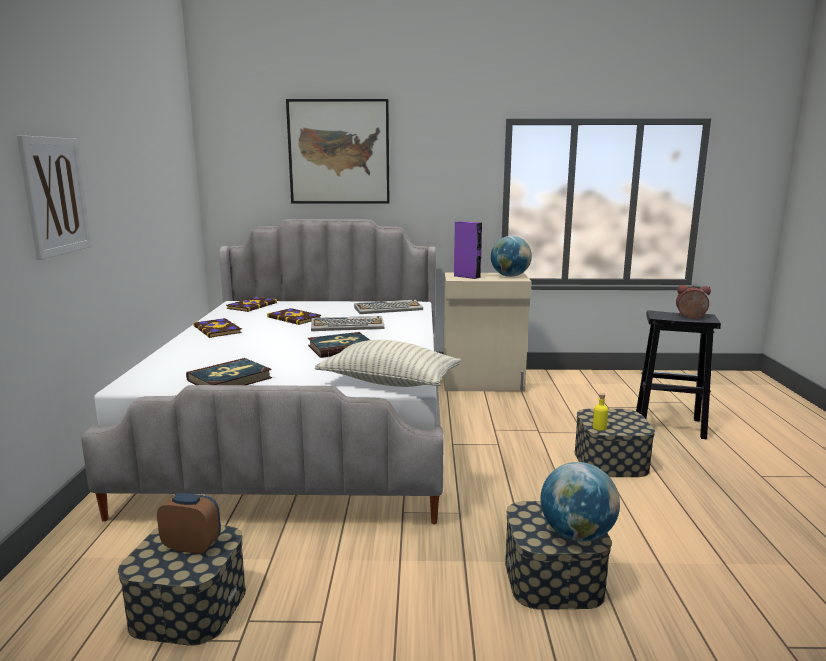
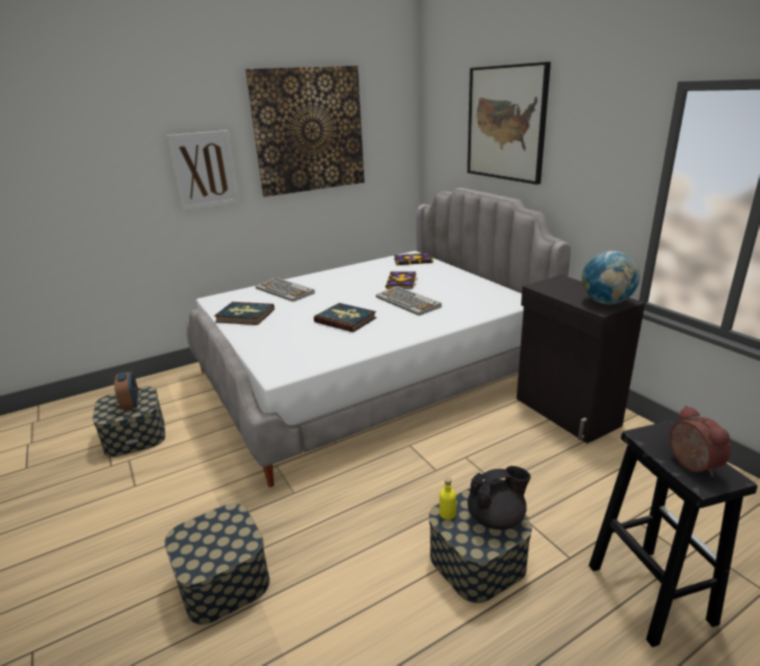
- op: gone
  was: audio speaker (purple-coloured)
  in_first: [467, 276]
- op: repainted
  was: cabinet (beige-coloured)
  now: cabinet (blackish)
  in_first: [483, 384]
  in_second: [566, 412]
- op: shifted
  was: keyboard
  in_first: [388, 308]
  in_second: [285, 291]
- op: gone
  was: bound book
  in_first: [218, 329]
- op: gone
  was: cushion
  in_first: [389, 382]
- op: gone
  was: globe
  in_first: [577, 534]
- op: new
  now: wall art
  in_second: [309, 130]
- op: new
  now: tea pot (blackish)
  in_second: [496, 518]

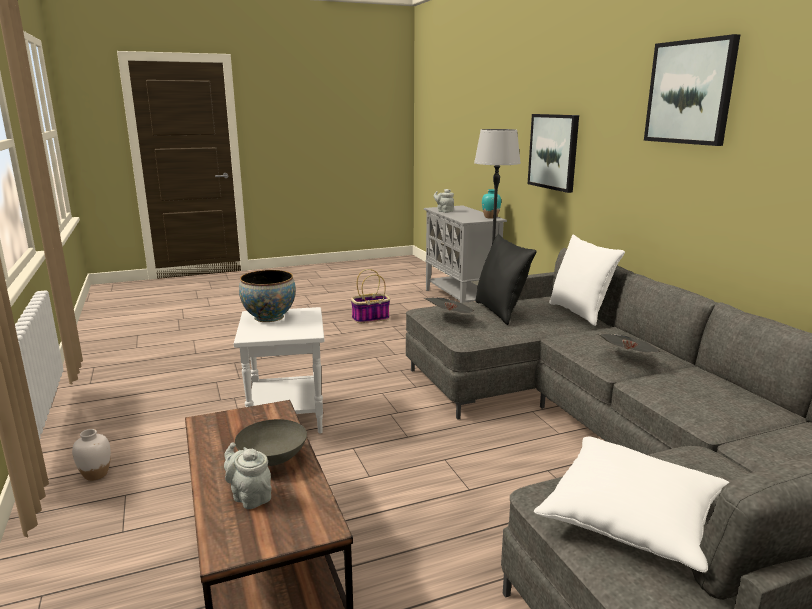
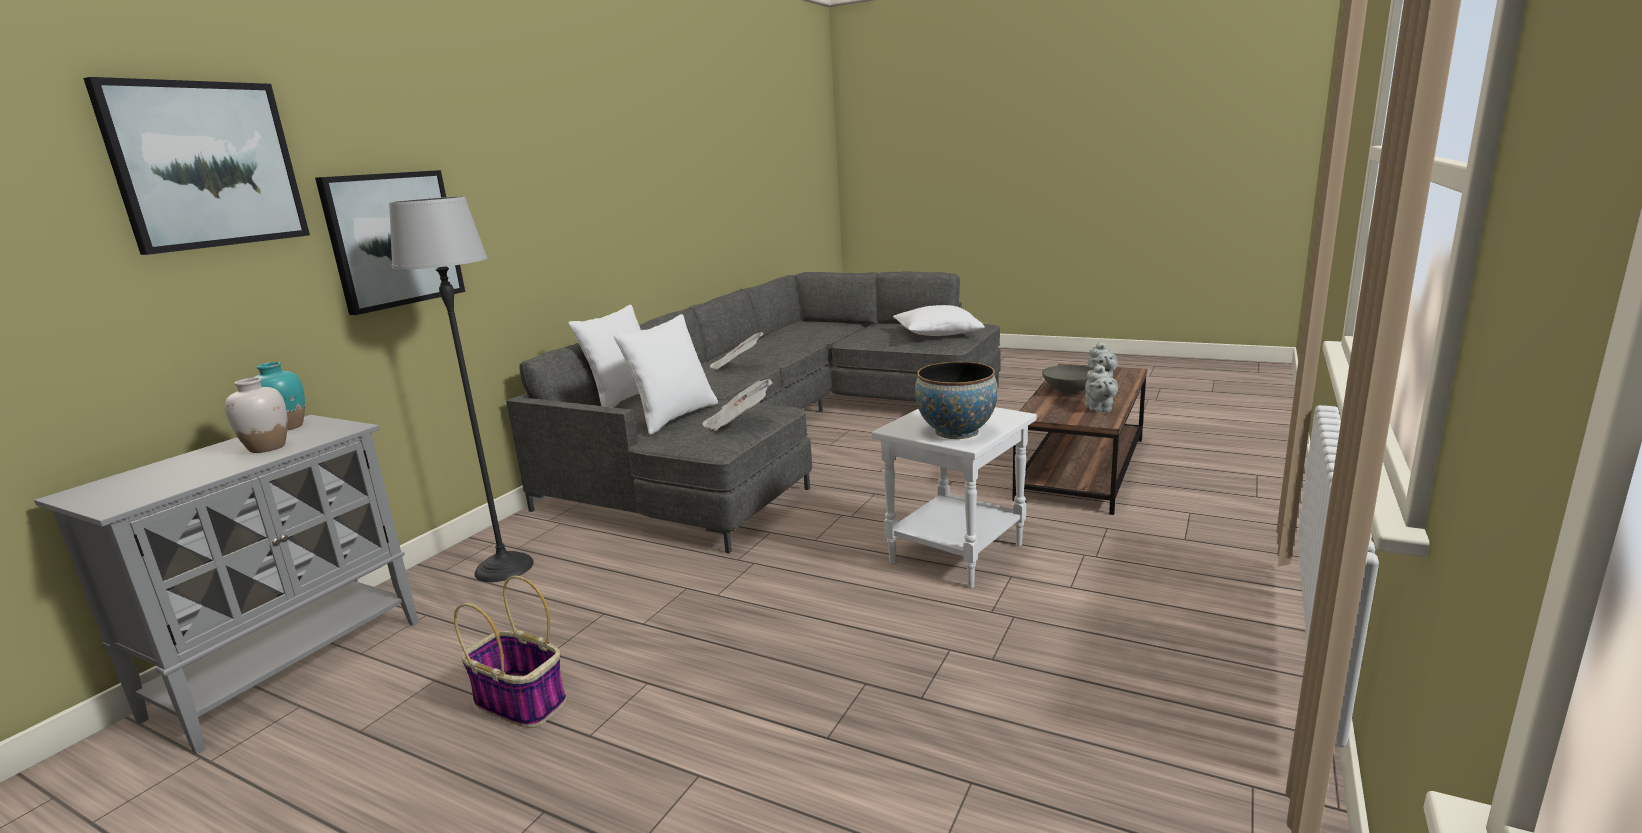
- op: shifted
  was: wall art
  in_first: [690, 92]
  in_second: [205, 165]
- op: shifted
  was: tea pot (gray)
  in_first: [444, 211]
  in_second: [1099, 409]
- op: repainted
  was: cushion (blackish)
  now: cushion (white)
  in_first: [500, 312]
  in_second: [674, 417]
- op: shifted
  was: decorative vase (white)
  in_first: [95, 474]
  in_second: [267, 447]

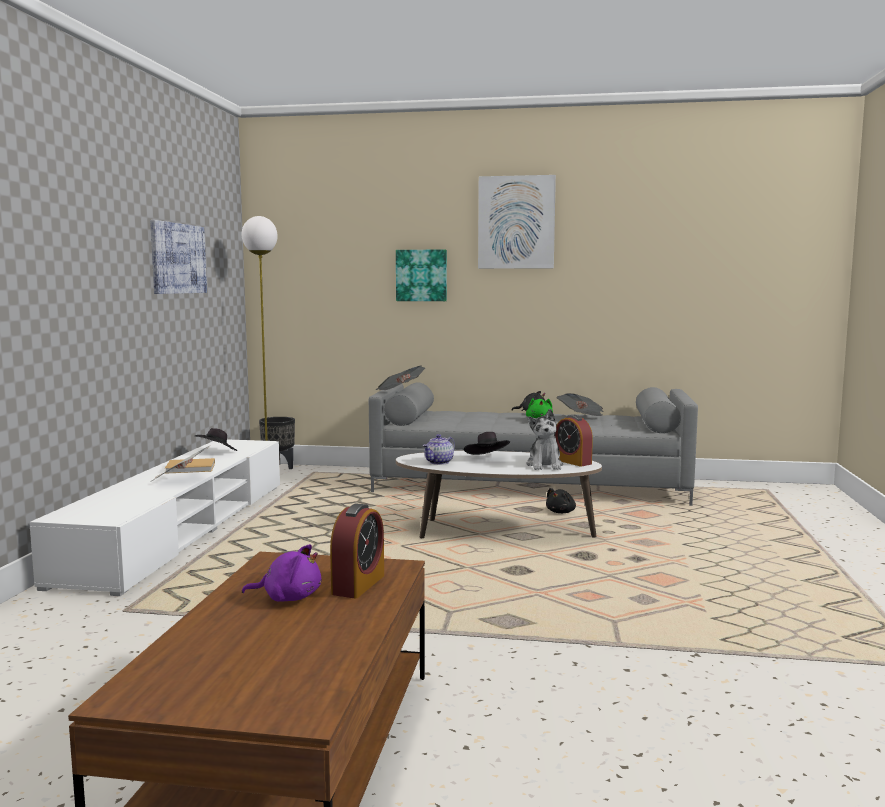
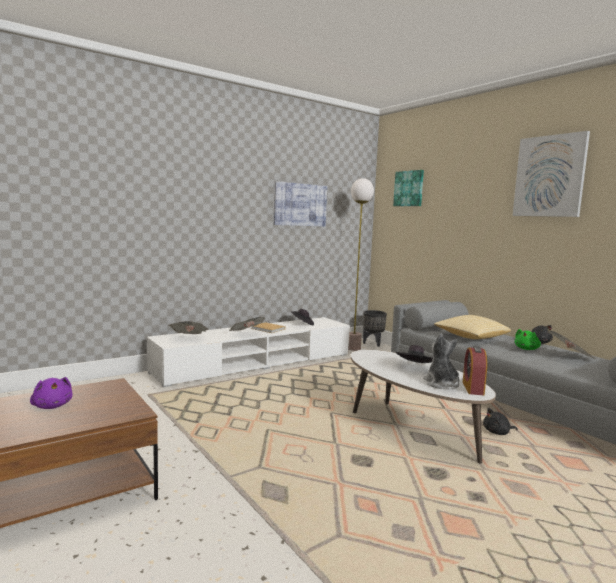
- op: shifted
  was: wall art
  in_first: [421, 275]
  in_second: [409, 188]
- op: shifted
  was: daily paper
  in_first: [400, 392]
  in_second: [189, 338]
- op: rotated
  was: cuddly toy
  in_first: [545, 465]
  in_second: [441, 384]
  clockwise: 120
- op: gone
  was: tea pot
  in_first: [439, 462]
- op: gone
  was: table clock
  in_first: [358, 584]
- op: new
  now: cushion
  in_second: [470, 337]

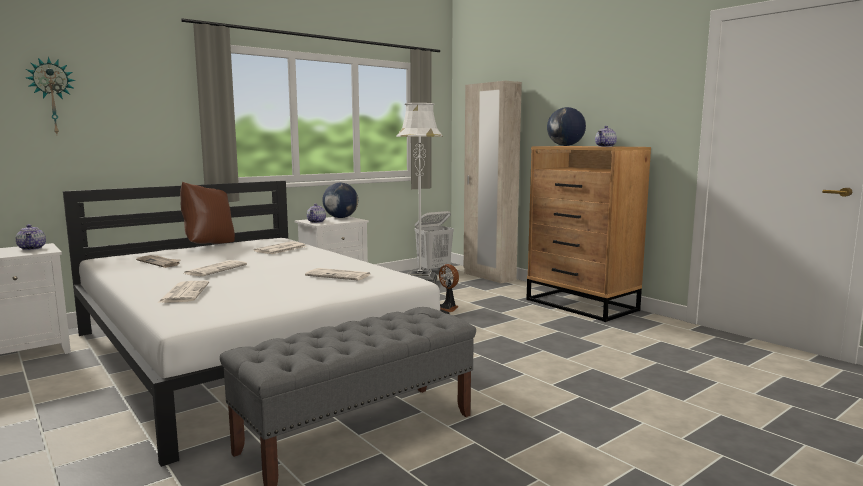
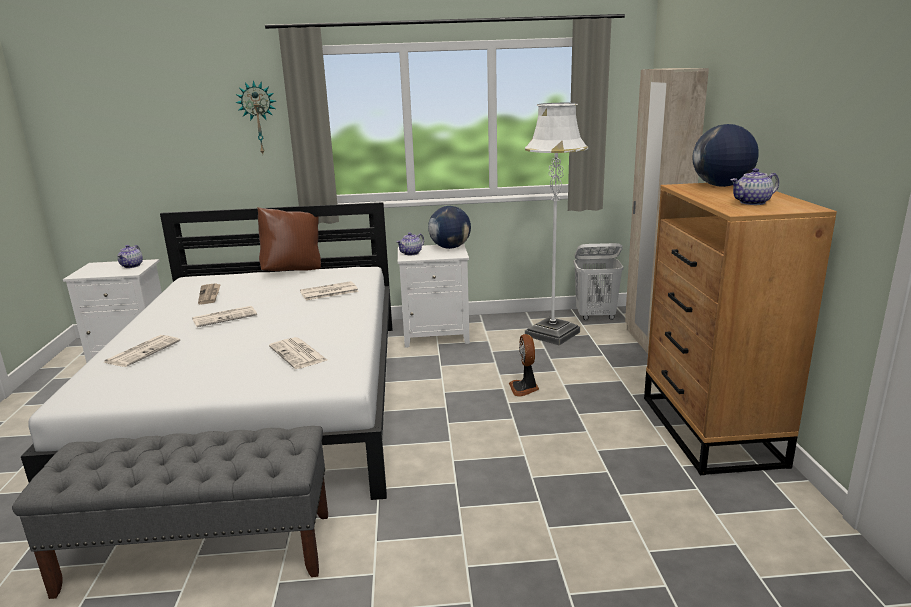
- op: shifted
  was: wall clock
  in_first: [52, 96]
  in_second: [258, 118]

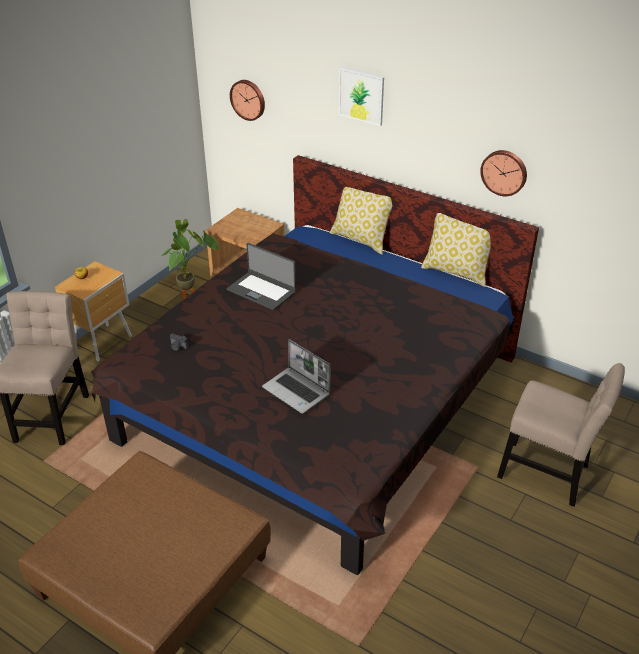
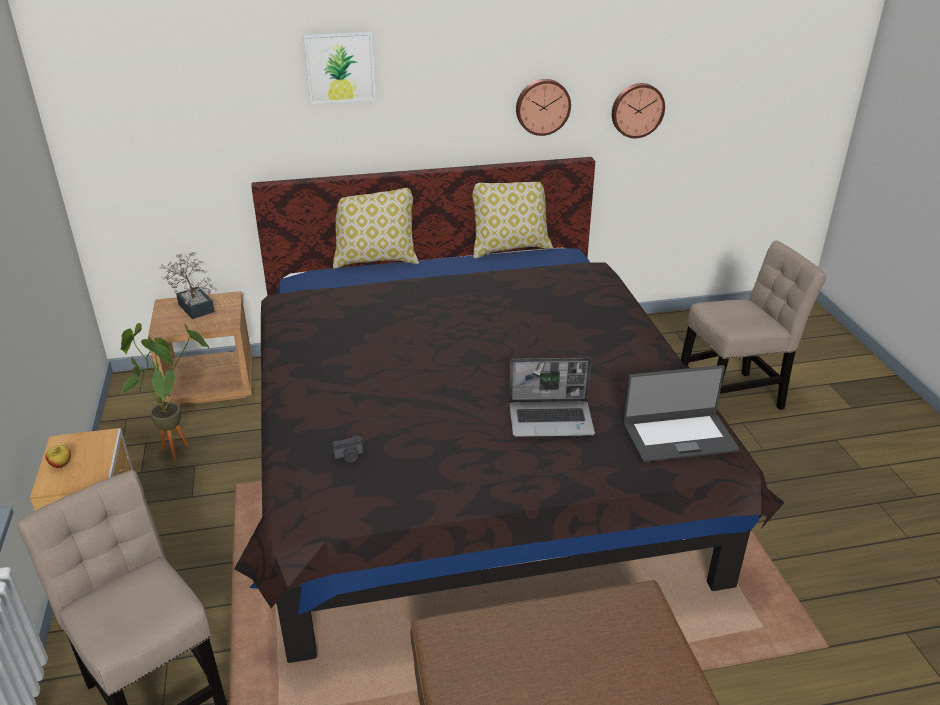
- op: shifted
  was: wall clock
  in_first: [248, 99]
  in_second: [637, 110]
- op: shifted
  was: portable computer
  in_first: [262, 291]
  in_second: [678, 436]
- op: new
  now: plant in a pot
  in_second: [195, 306]

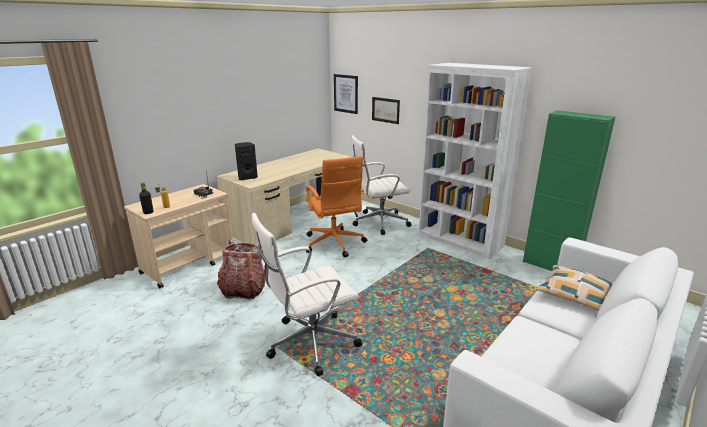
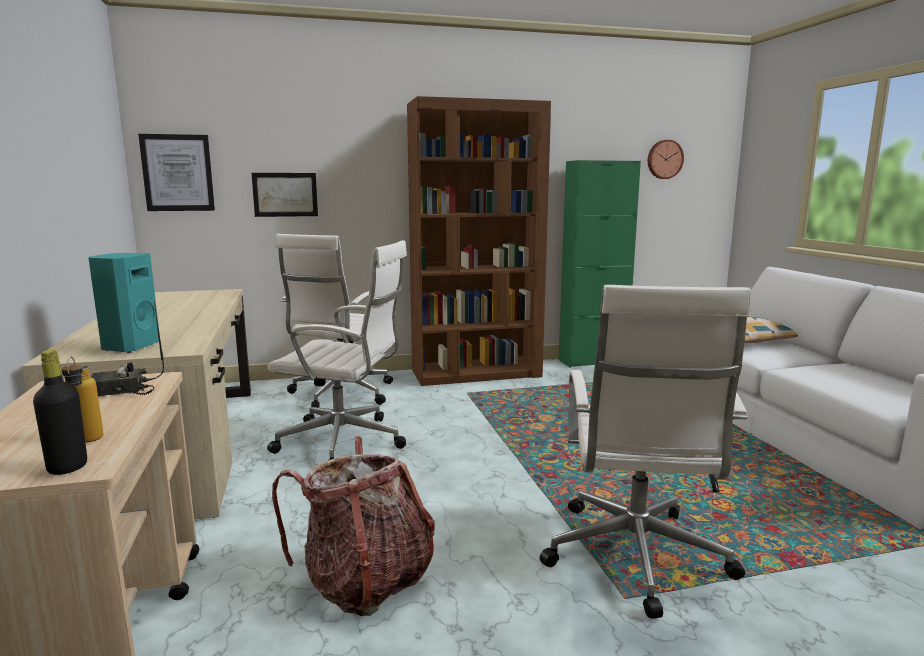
- op: repainted
  was: bookcase (white)
  now: bookcase (brown)
  in_first: [460, 240]
  in_second: [476, 373]
- op: repainted
  was: audio speaker (blackish)
  now: audio speaker (blue-green)
  in_first: [247, 177]
  in_second: [129, 347]
- op: repainted
  was: office chair (orange)
  now: office chair (white)
  in_first: [334, 244]
  in_second: [345, 442]
- op: new
  now: wall clock
  in_second: [664, 159]

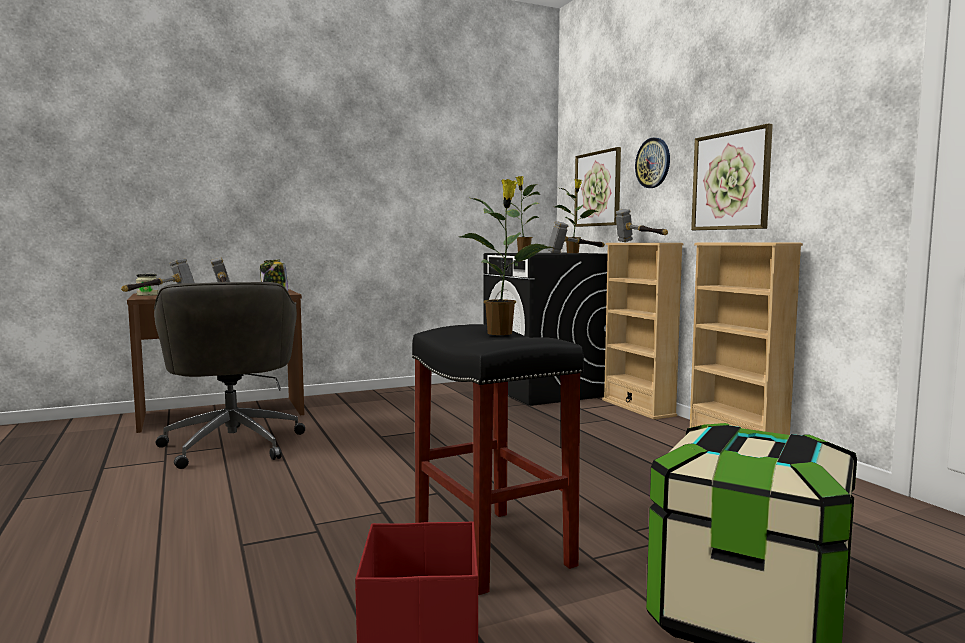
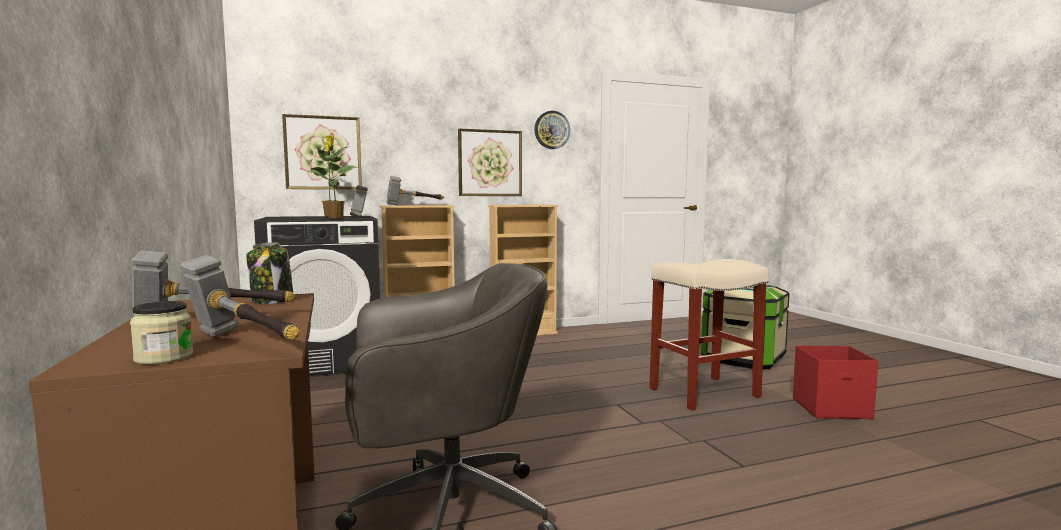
- op: shifted
  was: wall clock
  in_first: [653, 163]
  in_second: [552, 130]
- op: gone
  was: plant in a pot
  in_first: [501, 333]
- op: repainted
  was: sitting stool (blackish)
  now: sitting stool (beige-coloured)
  in_first: [490, 548]
  in_second: [703, 393]

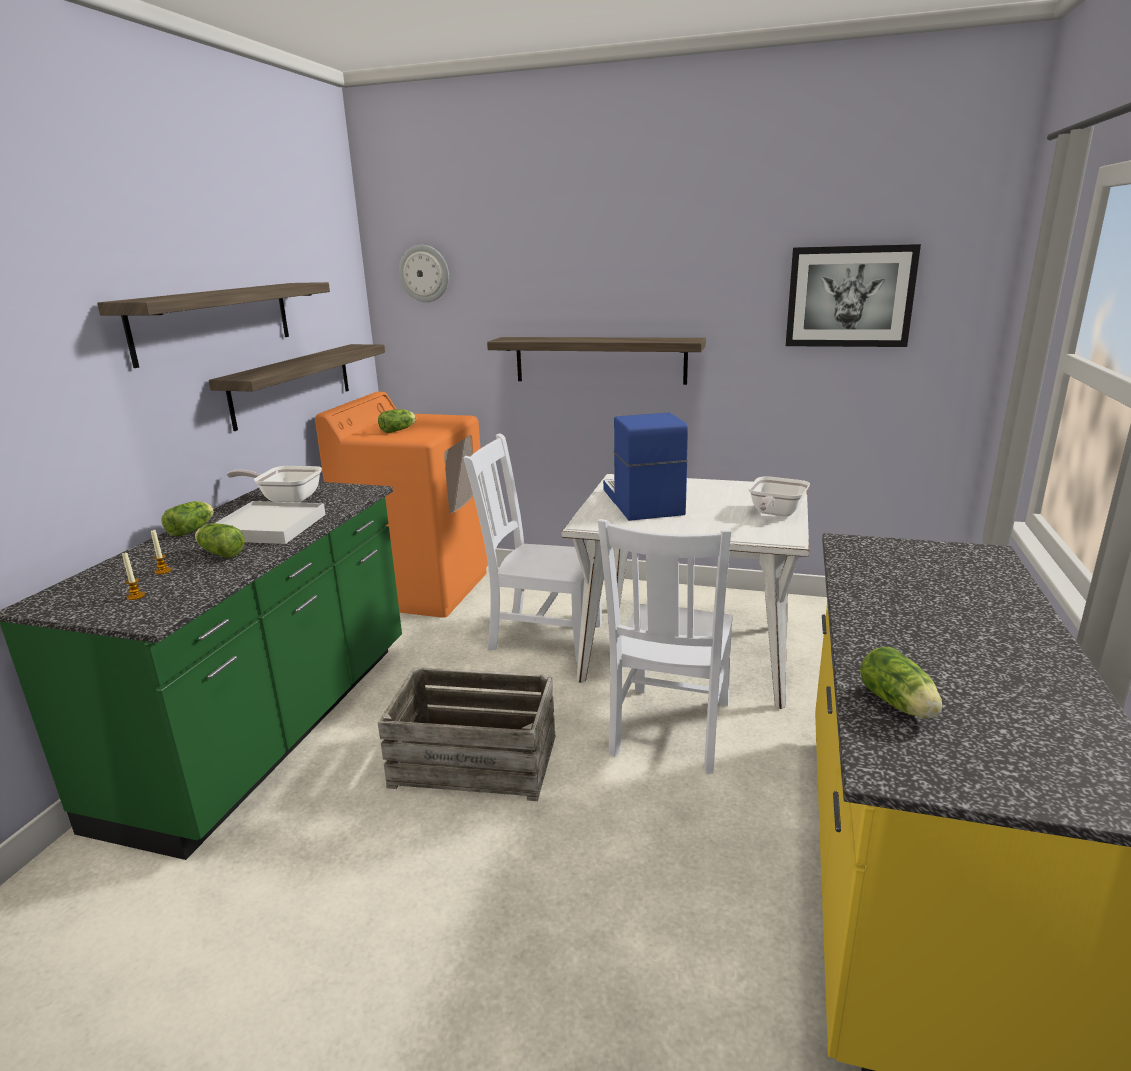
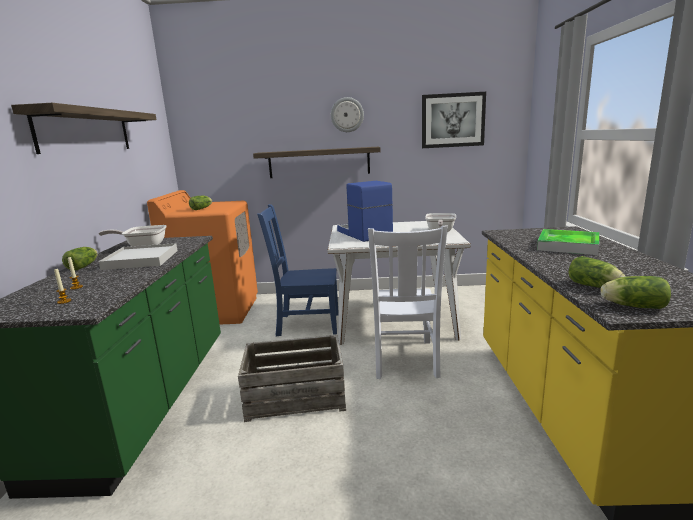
- op: shifted
  was: wall clock
  in_first: [424, 273]
  in_second: [347, 115]
- op: gone
  was: wall shelf
  in_first: [293, 384]
- op: repainted
  was: chair (white)
  now: chair (blue-coloured)
  in_first: [541, 635]
  in_second: [306, 324]
- op: shifted
  was: head of lettuce
  in_first: [220, 553]
  in_second: [631, 306]
- op: new
  now: tray
  in_second: [568, 246]

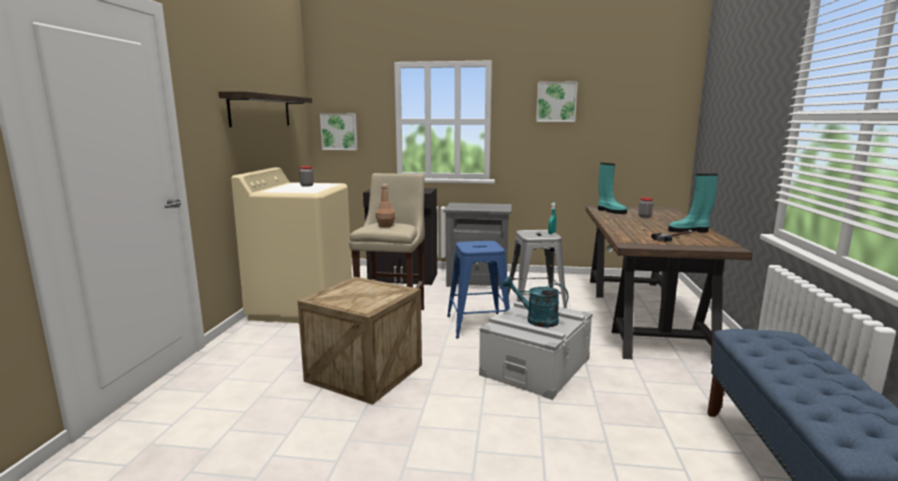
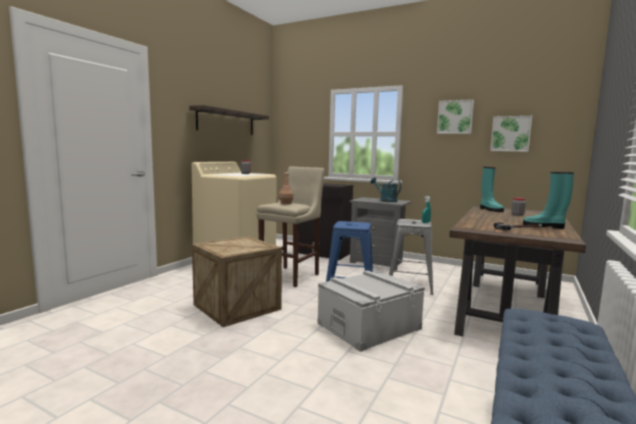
- op: shifted
  was: wall art
  in_first: [339, 131]
  in_second: [510, 134]
- op: shifted
  was: watering pot (blue-green)
  in_first: [536, 320]
  in_second: [385, 200]

